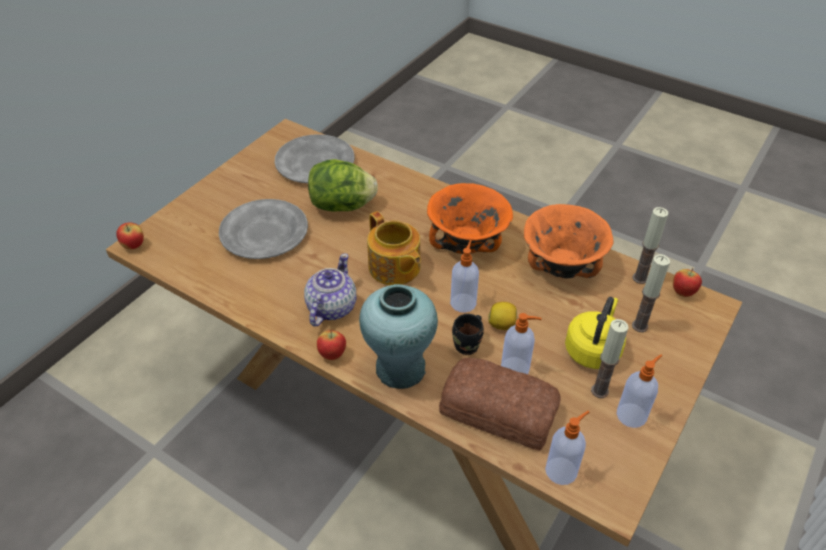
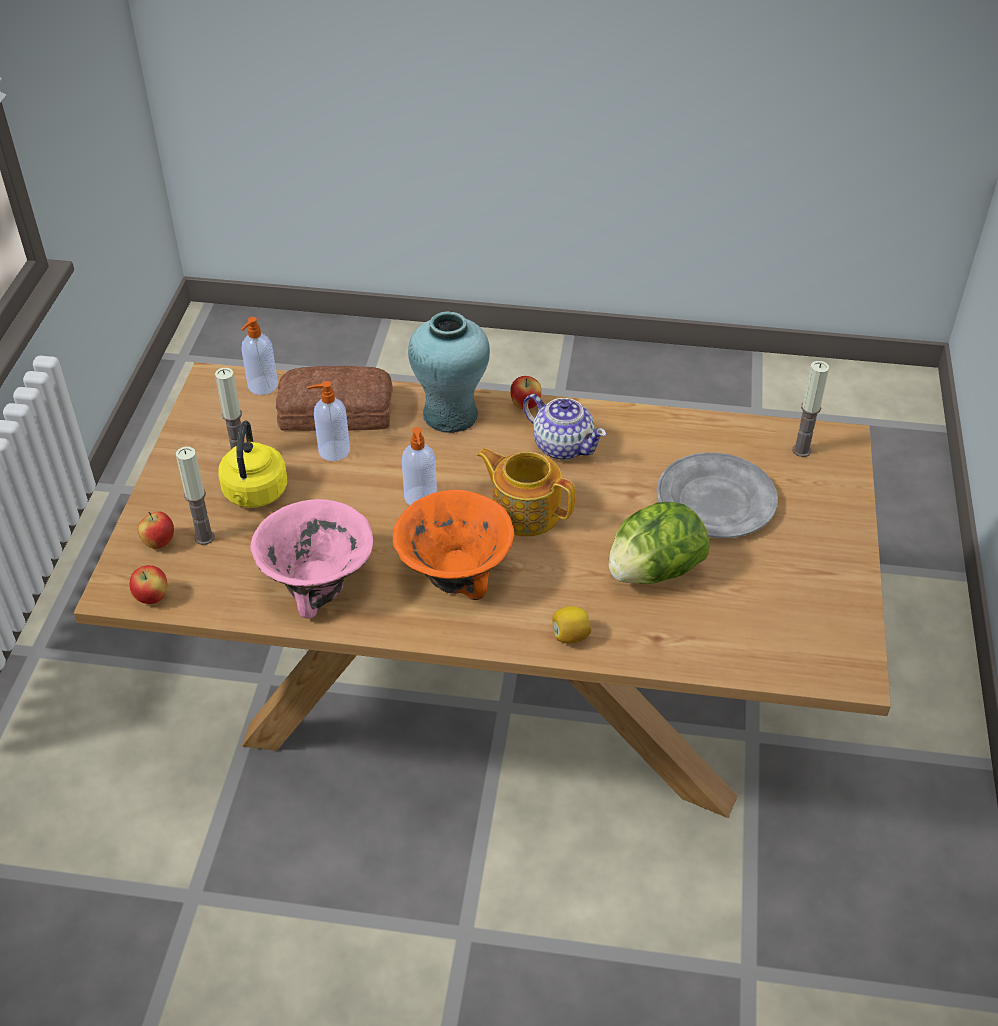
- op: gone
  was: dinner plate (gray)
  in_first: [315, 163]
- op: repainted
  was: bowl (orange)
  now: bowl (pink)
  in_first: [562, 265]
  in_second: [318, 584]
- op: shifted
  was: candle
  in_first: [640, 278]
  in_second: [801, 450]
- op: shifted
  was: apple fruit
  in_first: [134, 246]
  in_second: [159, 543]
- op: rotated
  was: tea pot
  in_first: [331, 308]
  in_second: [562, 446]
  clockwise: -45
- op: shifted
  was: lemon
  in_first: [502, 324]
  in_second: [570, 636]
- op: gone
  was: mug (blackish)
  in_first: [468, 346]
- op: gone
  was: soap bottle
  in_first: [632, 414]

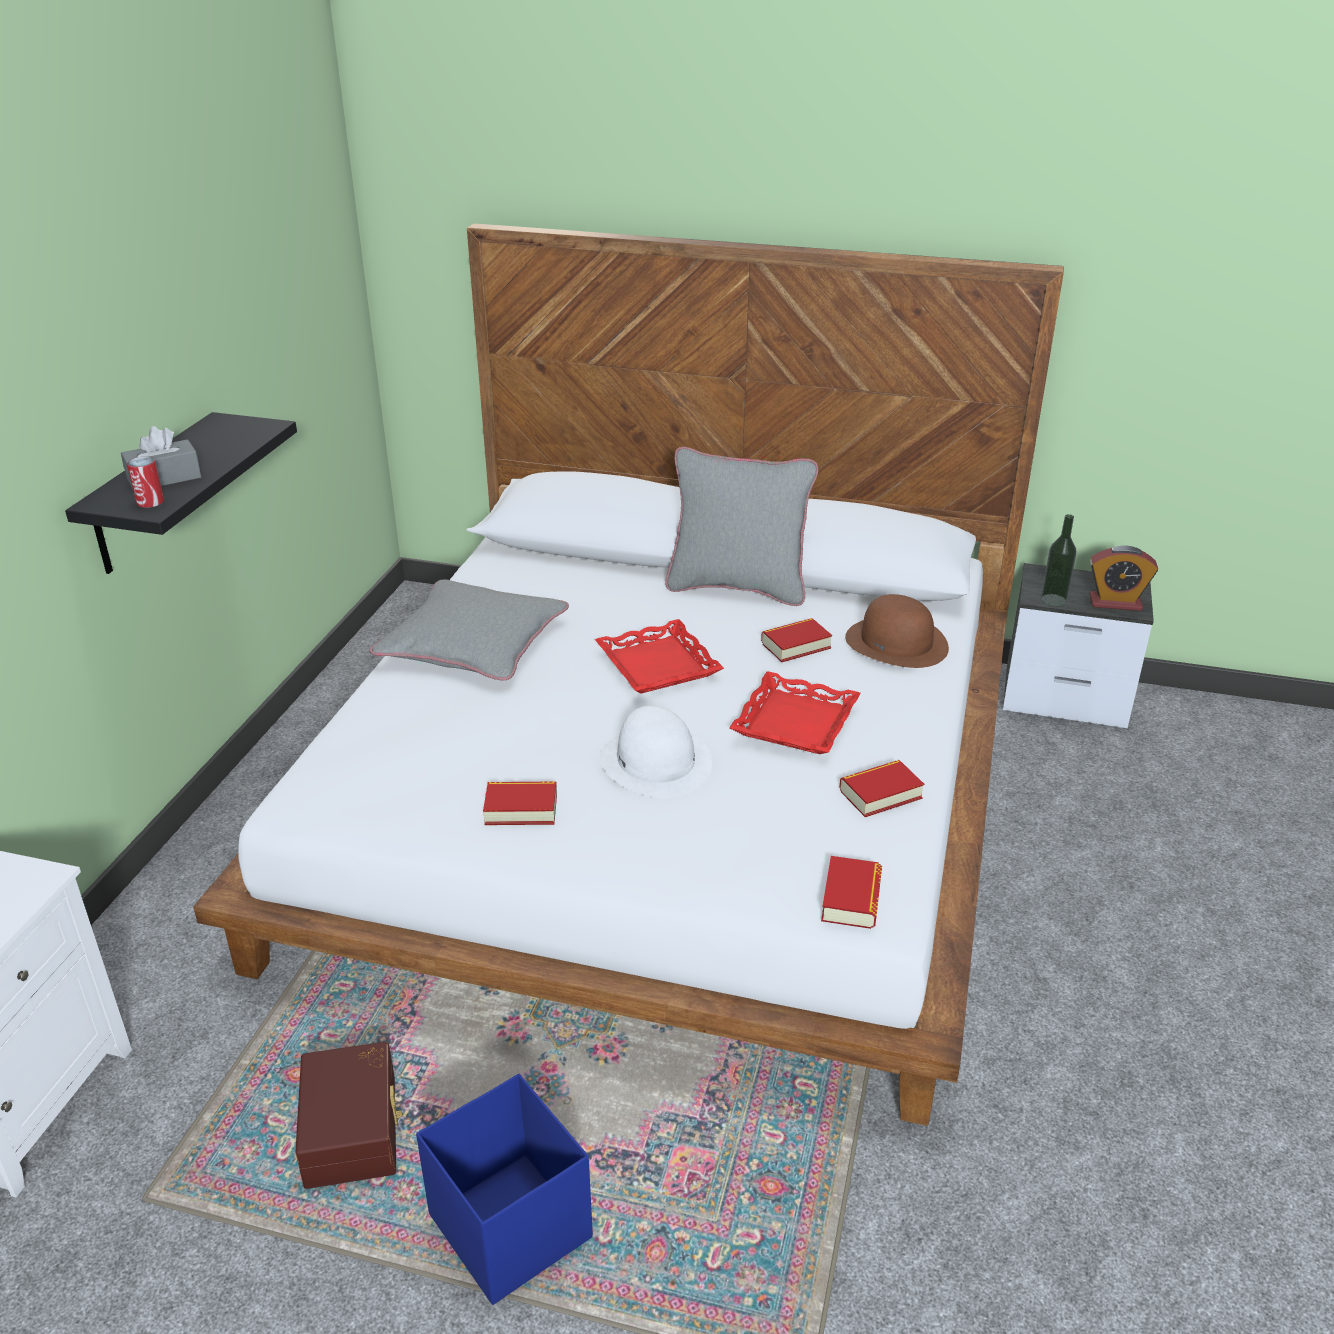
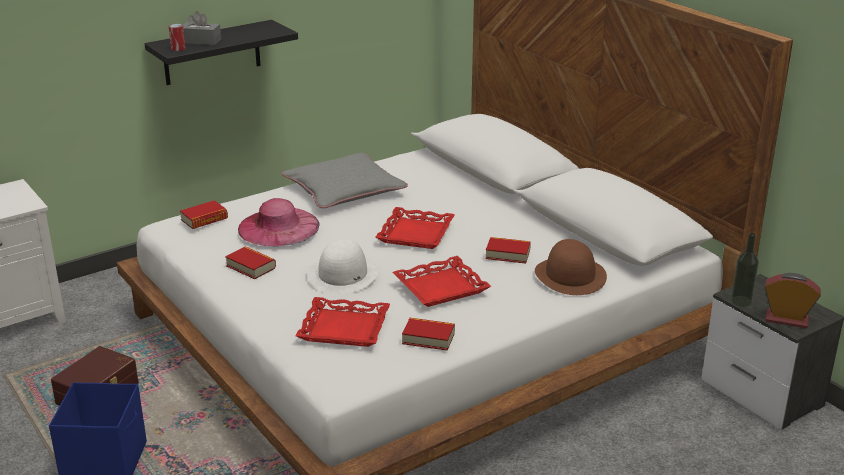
- op: gone
  was: cushion (gray)
  in_first: [737, 587]
- op: rotated
  was: table clock
  in_first: [1115, 603]
  in_second: [786, 319]
  clockwise: 150
- op: shifted
  was: bound book
  in_first: [851, 899]
  in_second: [204, 219]
- op: new
  now: wearable hat (pink)
  in_second: [278, 227]
- op: new
  now: tray (reddish)
  in_second: [343, 329]

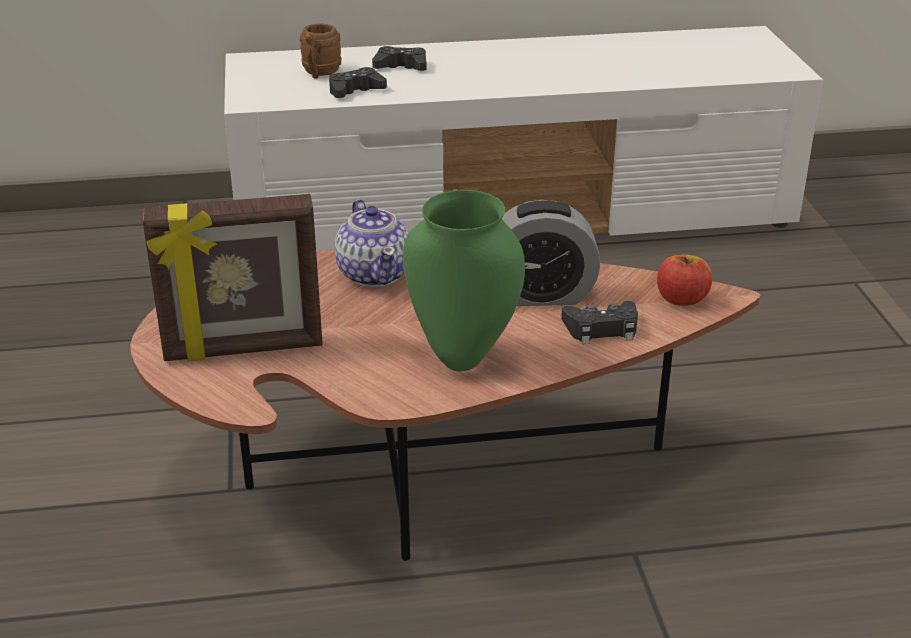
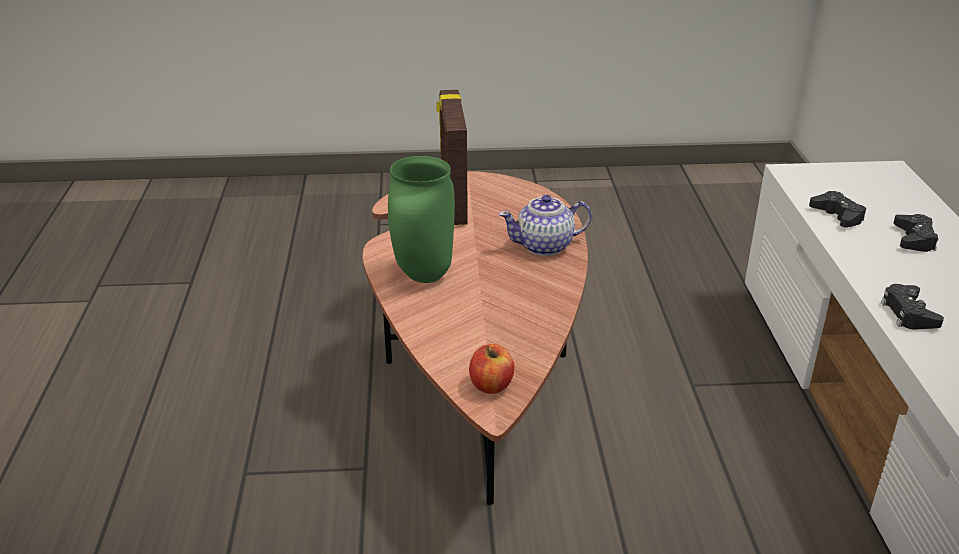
- op: gone
  was: mug (brown)
  in_first: [319, 73]
- op: gone
  was: table clock
  in_first: [540, 295]
- op: shifted
  was: gamepad (blackish)
  in_first: [601, 329]
  in_second: [908, 313]

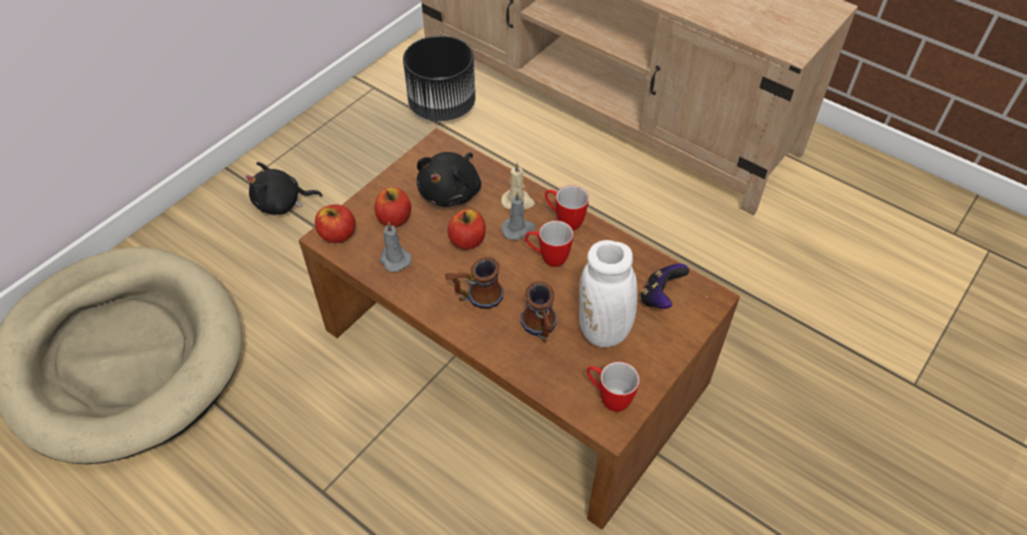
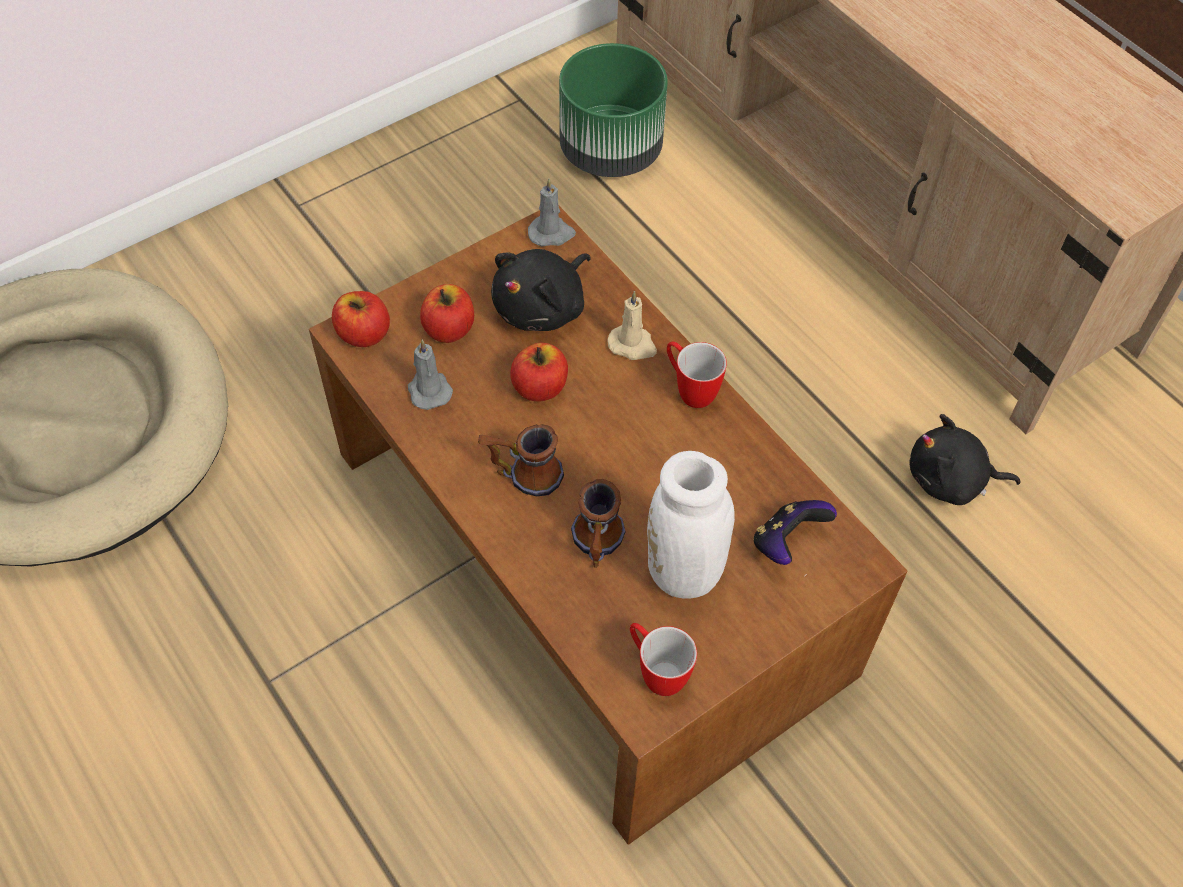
- op: repainted
  was: planter (blackish)
  now: planter (green-coloured)
  in_first: [442, 106]
  in_second: [611, 151]
- op: shifted
  was: cuddly toy (blackish)
  in_first: [282, 203]
  in_second: [950, 480]
- op: shifted
  was: candle (gray)
  in_first: [518, 229]
  in_second: [552, 233]
- op: gone
  was: mug
  in_first: [547, 257]

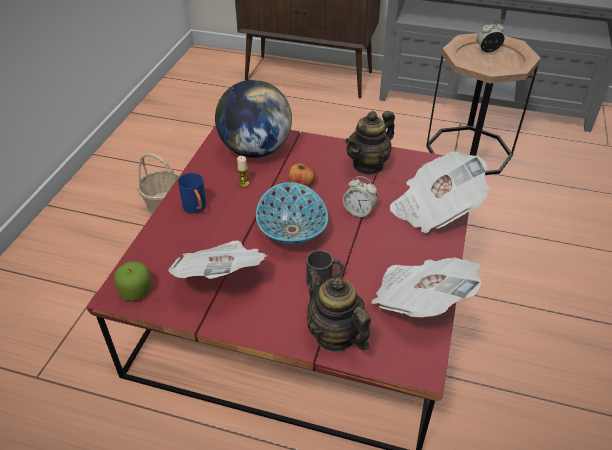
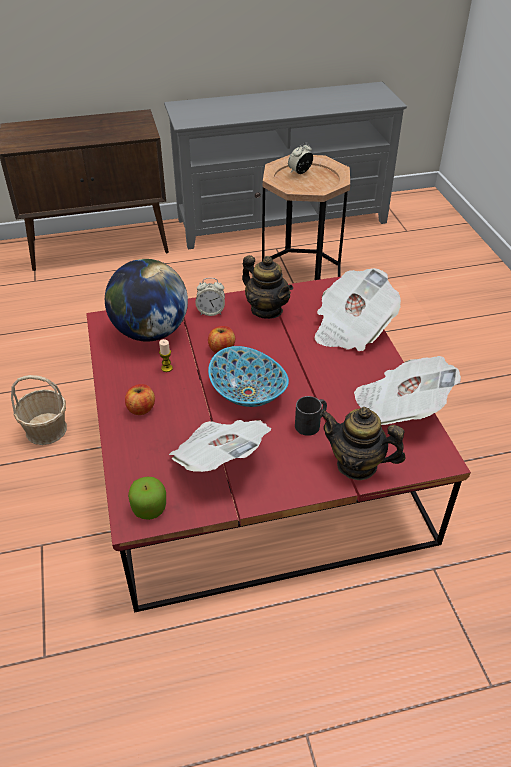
- op: rotated
  was: tea pot
  in_first: [368, 165]
  in_second: [266, 310]
  clockwise: -60
- op: swapped
  was: mug (blue-coloured)
  now: apple fruit
  in_first: [196, 209]
  in_second: [141, 409]
- op: shifted
  was: table clock
  in_first: [359, 211]
  in_second: [211, 311]

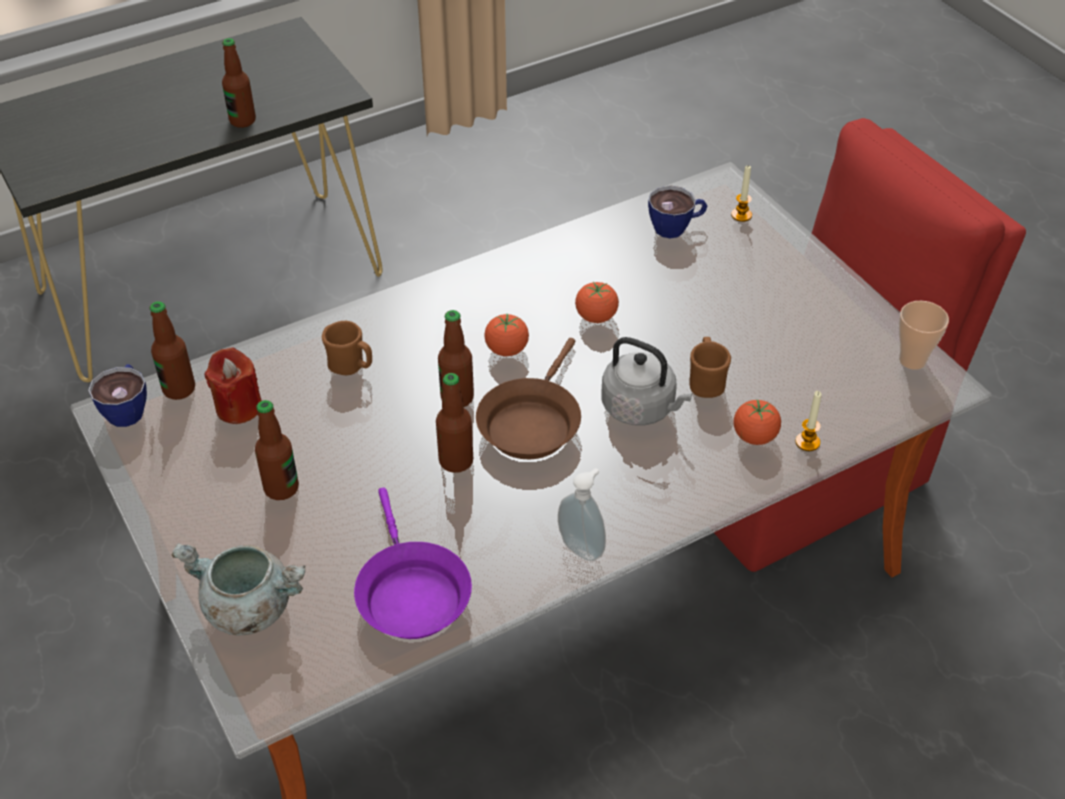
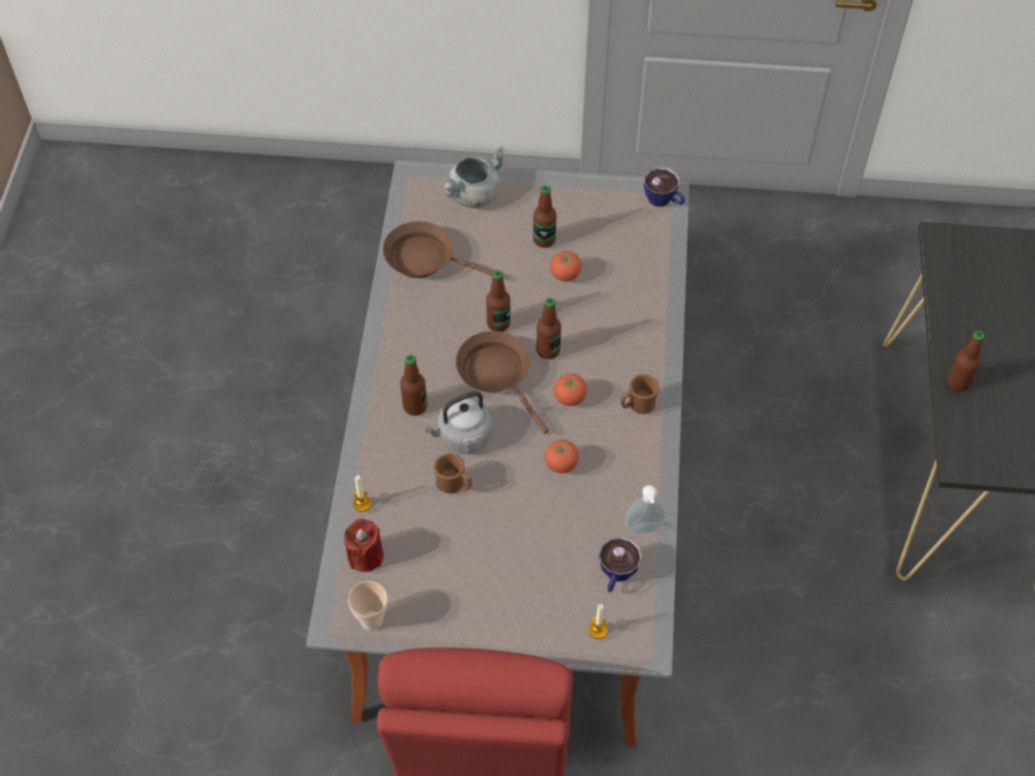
- op: shifted
  was: bottle
  in_first: [179, 389]
  in_second: [415, 406]
- op: shifted
  was: mug (brown)
  in_first: [351, 367]
  in_second: [637, 405]
- op: shifted
  was: candle (reddish)
  in_first: [238, 407]
  in_second: [365, 556]
- op: shifted
  was: tomato
  in_first: [754, 437]
  in_second: [565, 275]
- op: shifted
  was: soap bottle
  in_first: [582, 547]
  in_second: [644, 529]
- op: repainted
  was: frying pan (purple-coloured)
  now: frying pan (brown)
  in_first: [410, 593]
  in_second: [425, 259]

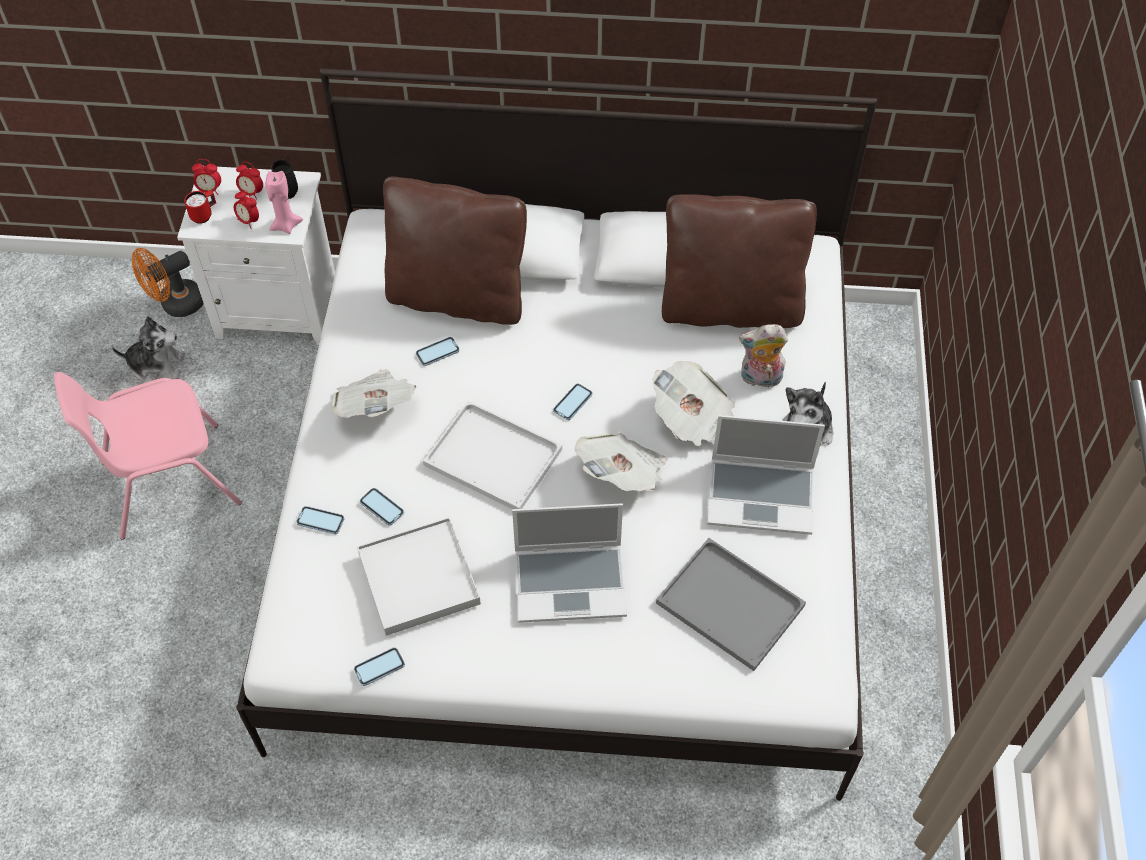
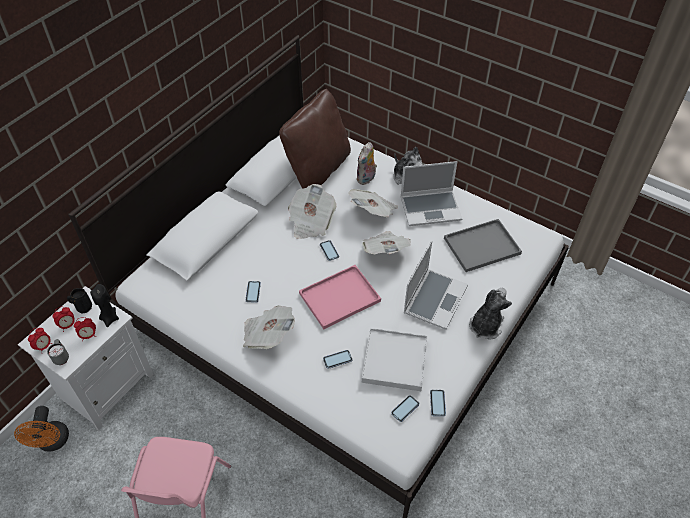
- op: repainted
  was: candle (pink)
  now: candle (blackish)
  in_first: [286, 225]
  in_second: [110, 318]
- op: gone
  was: cushion (brown)
  in_first: [458, 297]
- op: repainted
  was: mug (reddish)
  now: mug (gray)
  in_first: [204, 215]
  in_second: [61, 357]
- op: shifted
  was: cuddly toy
  in_first: [157, 365]
  in_second: [485, 325]
- op: repainted
  was: tray (white)
  now: tray (pink)
  in_first: [490, 457]
  in_second: [339, 298]
- op: rotated
  was: portable computer
  in_first: [762, 496]
  in_second: [431, 208]
  clockwise: 45
- op: shifted
  was: handset
  in_first: [320, 521]
  in_second: [405, 409]
- op: new
  now: daily paper
  in_second: [311, 222]

